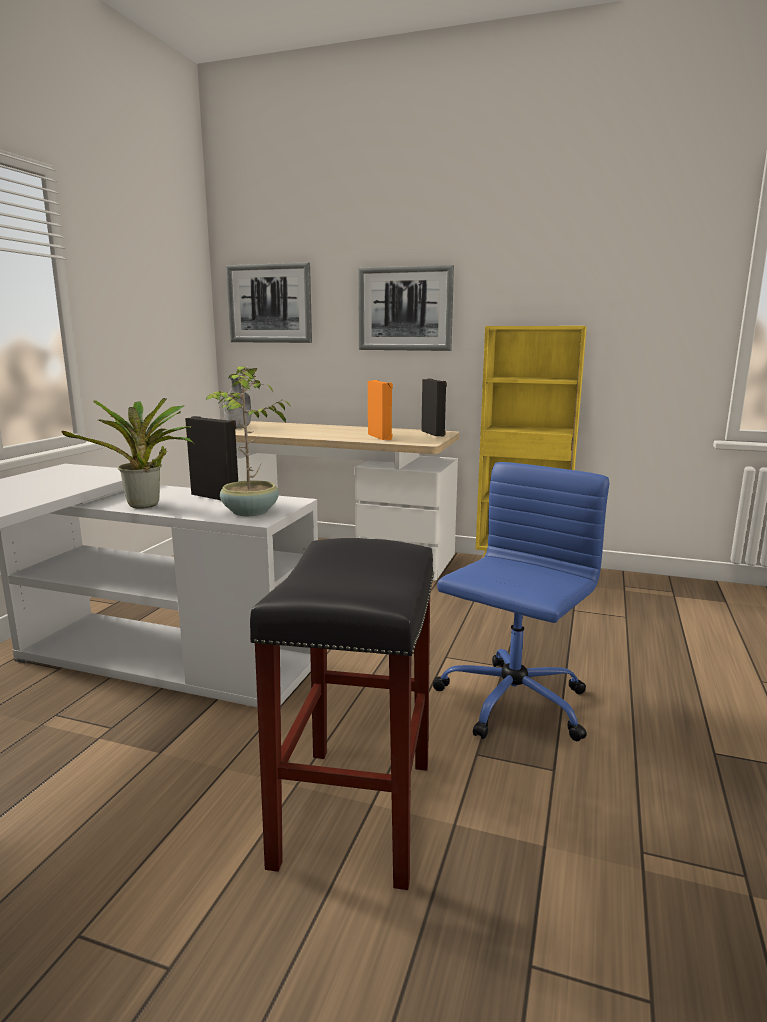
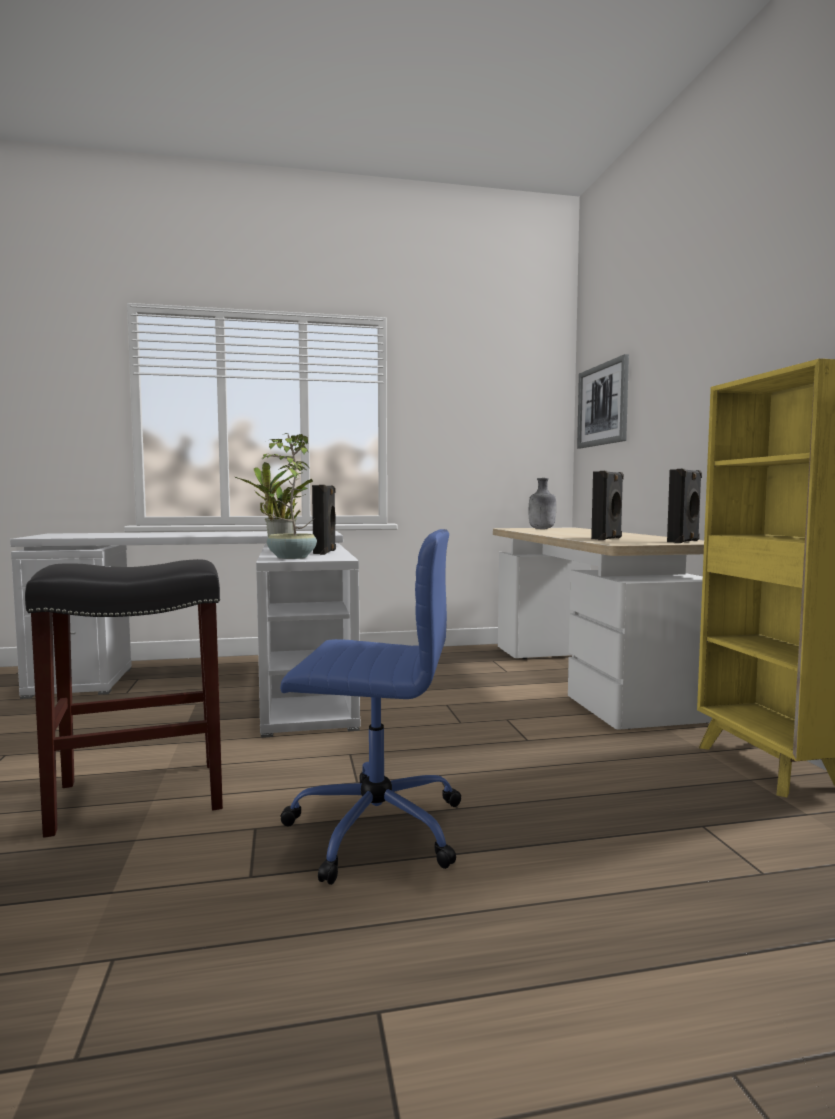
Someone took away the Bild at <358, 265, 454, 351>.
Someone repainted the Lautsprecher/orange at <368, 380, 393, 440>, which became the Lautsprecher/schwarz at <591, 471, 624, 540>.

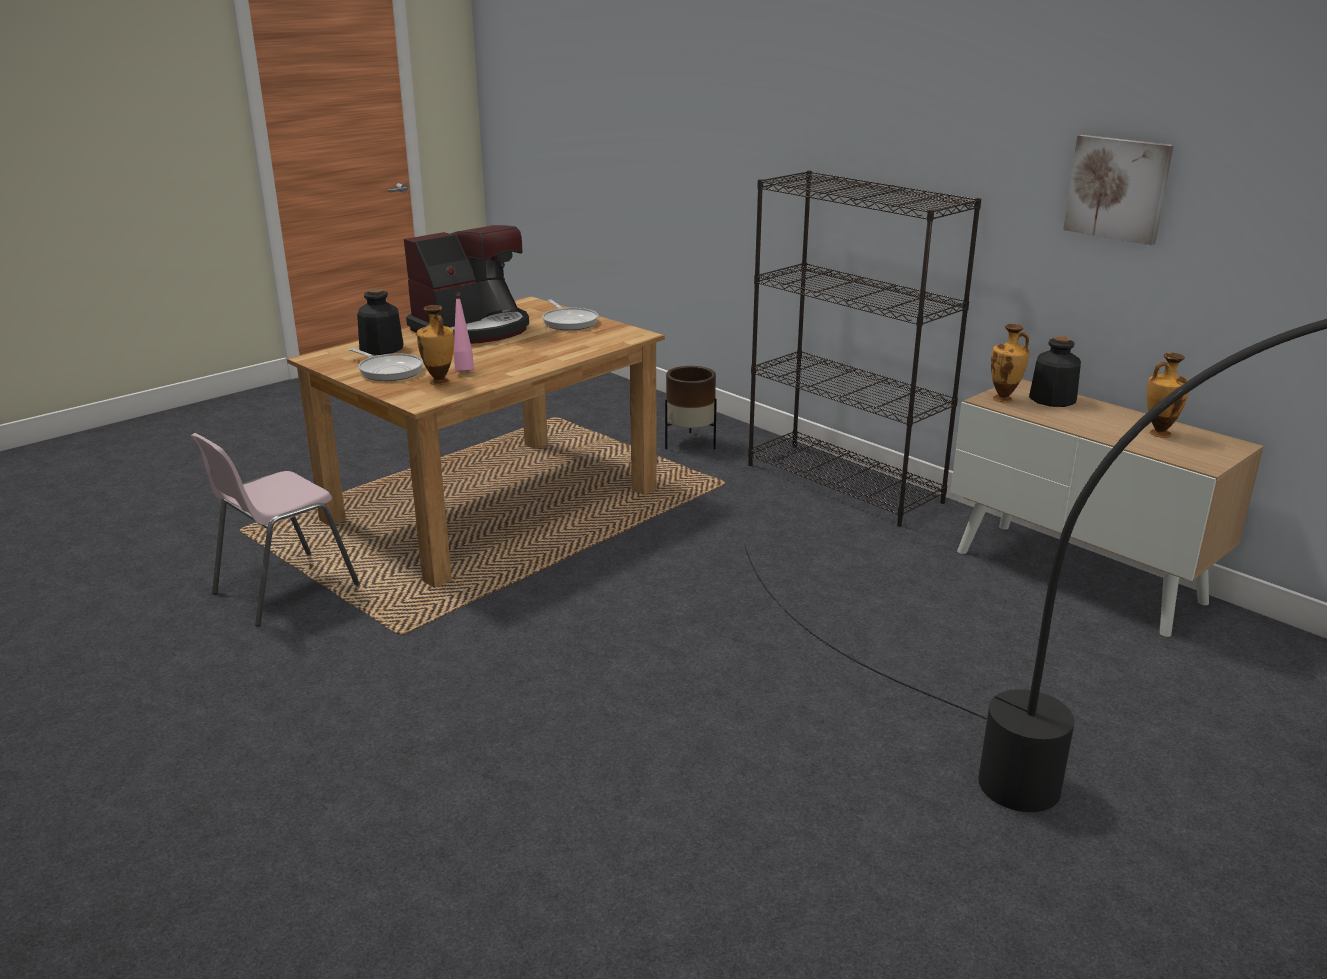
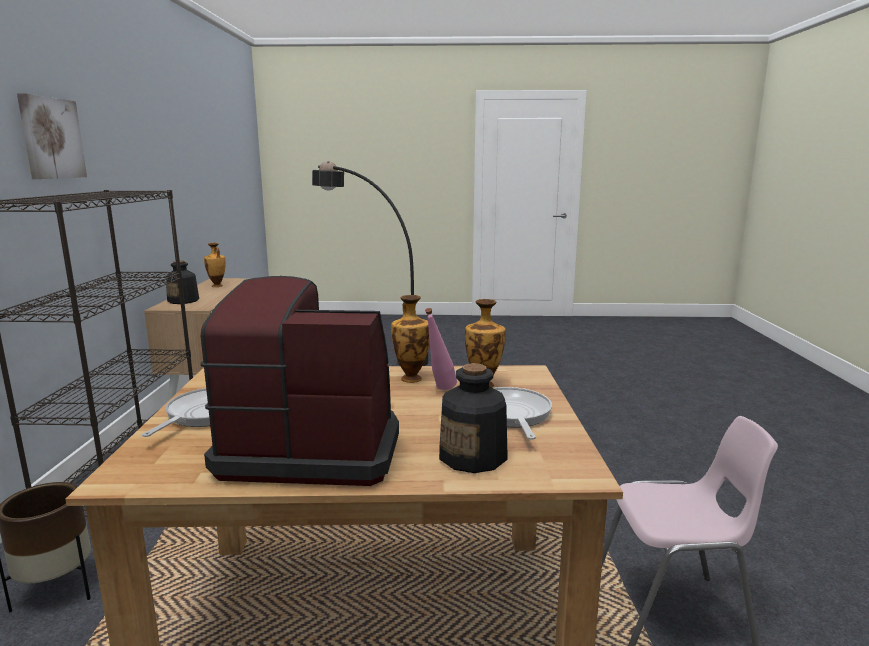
Someone carried the Vase from <991, 324, 1030, 402> to <391, 295, 430, 383>.
Someone carried the Bild from <1063, 135, 1174, 245> to <17, 93, 87, 179>.

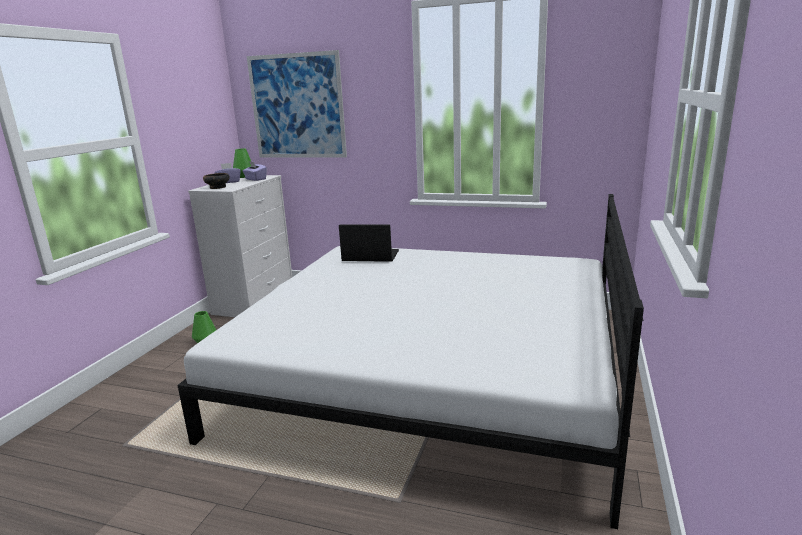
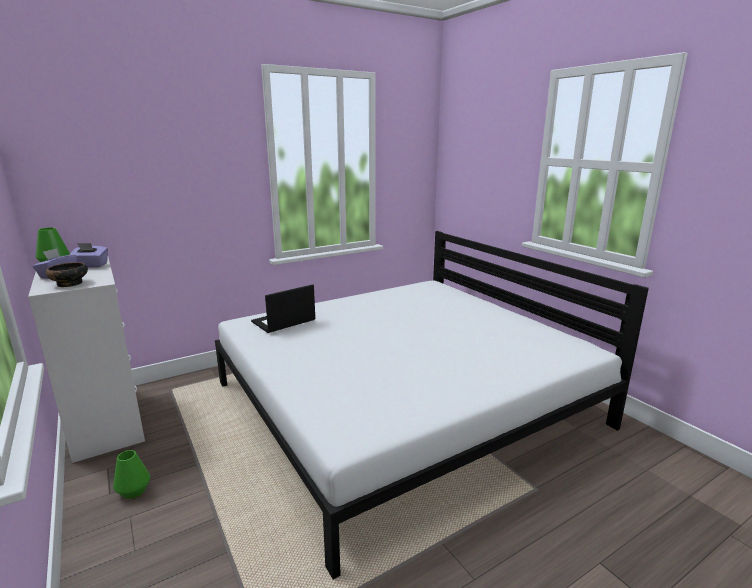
Someone took away the Bild at <247, 50, 347, 158>.

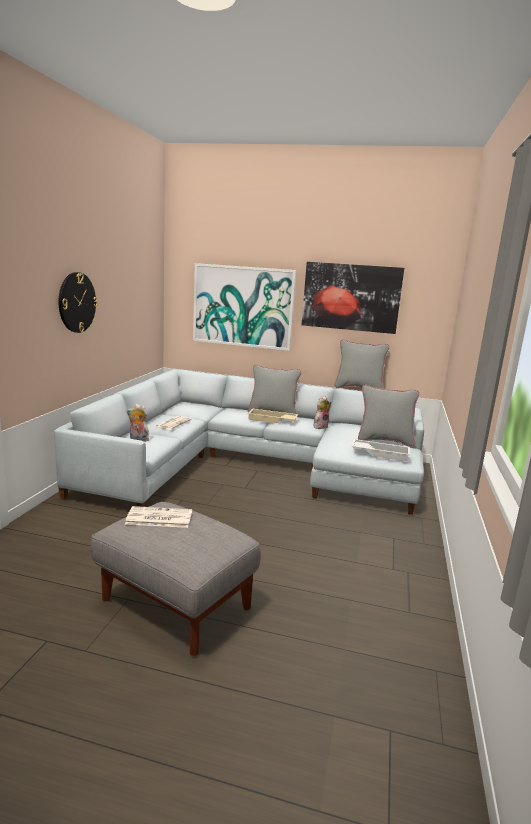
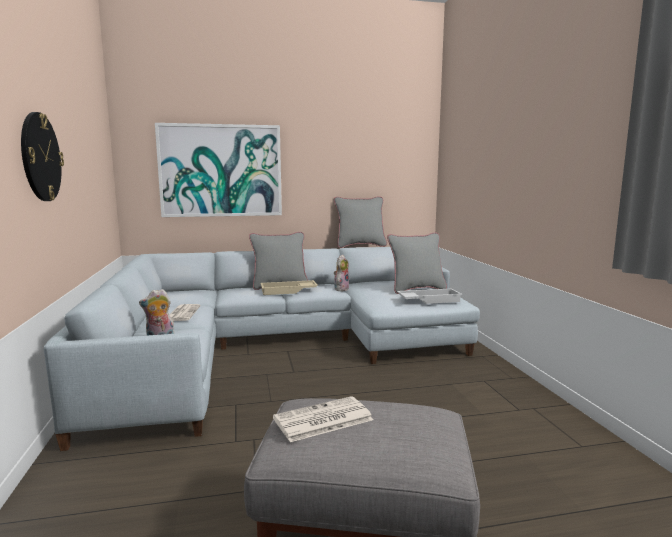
Someone took away the Bild at <301, 262, 404, 334>.

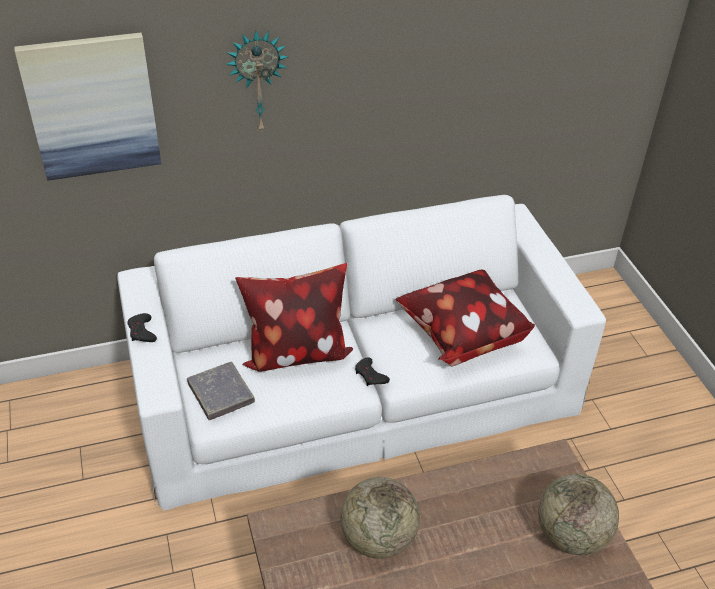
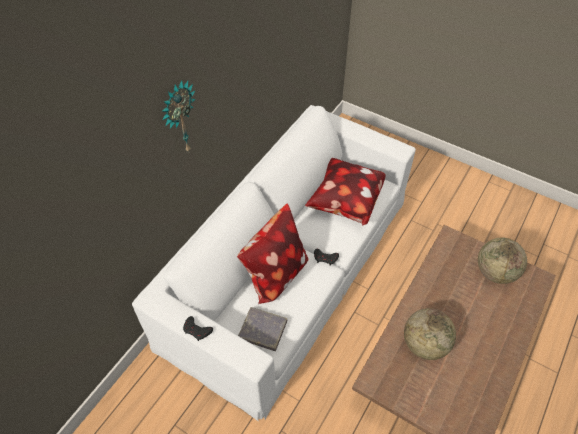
Someone took away the Bild at <14, 32, 161, 181>.

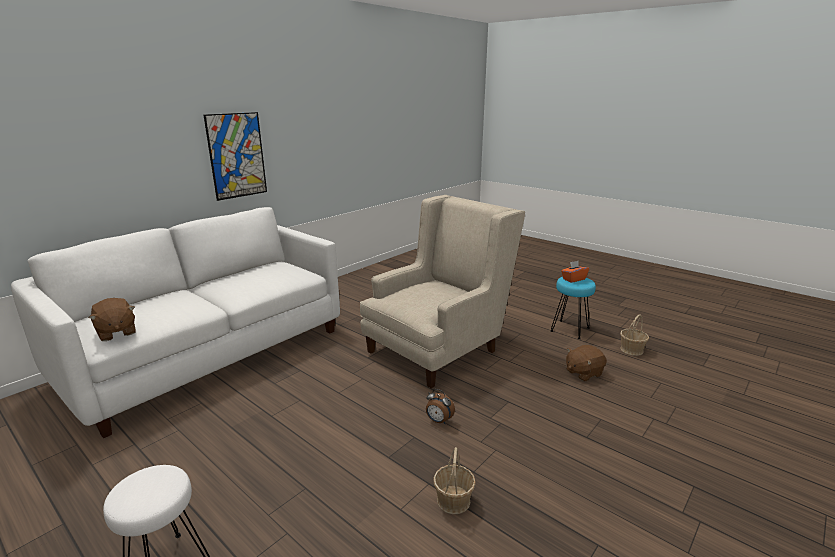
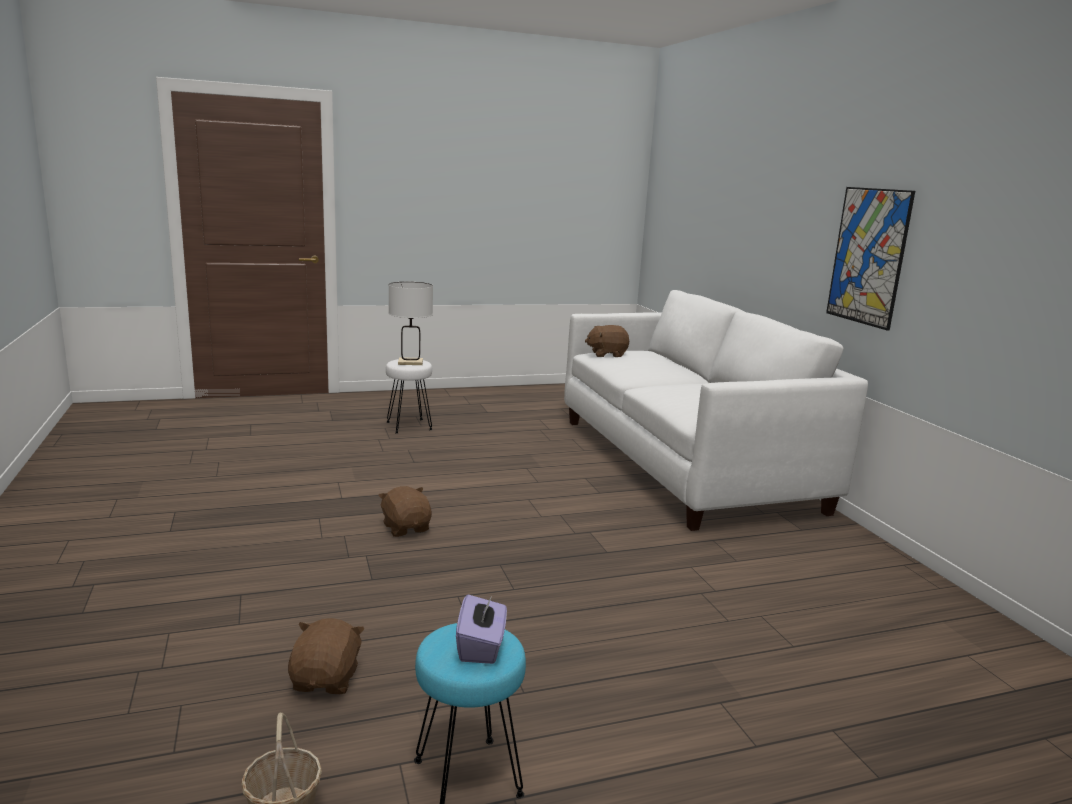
Someone took away the Sessel/beige at <360, 195, 525, 389>.
Someone took away the Korb at <433, 447, 476, 514>.
Someone put down the Tischlampe/weiß at <389, 282, 433, 365>.
Someone swapped the Wecker at <426, 389, 455, 424> for the Plüschtier/braun at <378, 486, 432, 537>.
Someone repainted the Taschentuchbox/orange at <561, 261, 589, 283>, which became the Taschentuchbox/lila at <456, 593, 507, 664>.

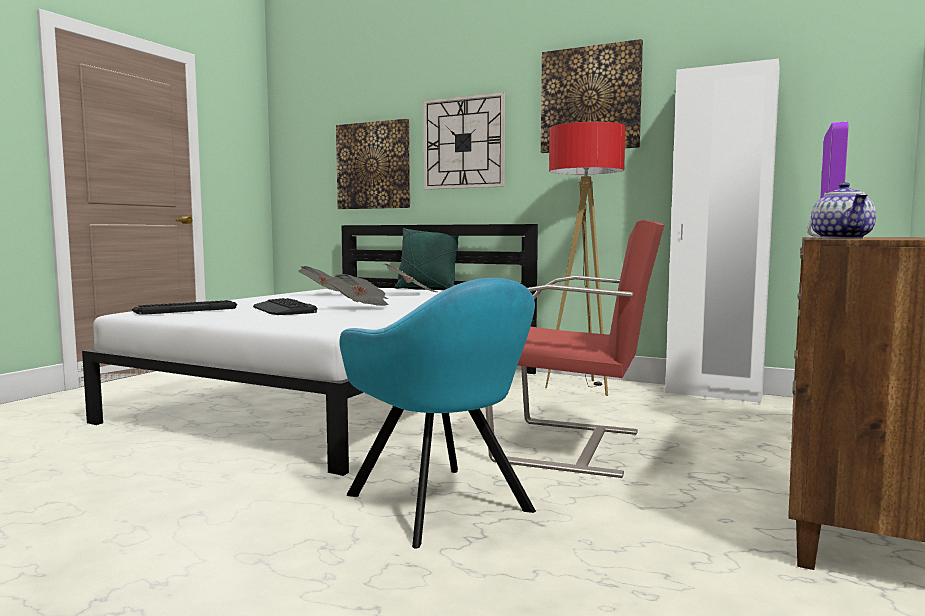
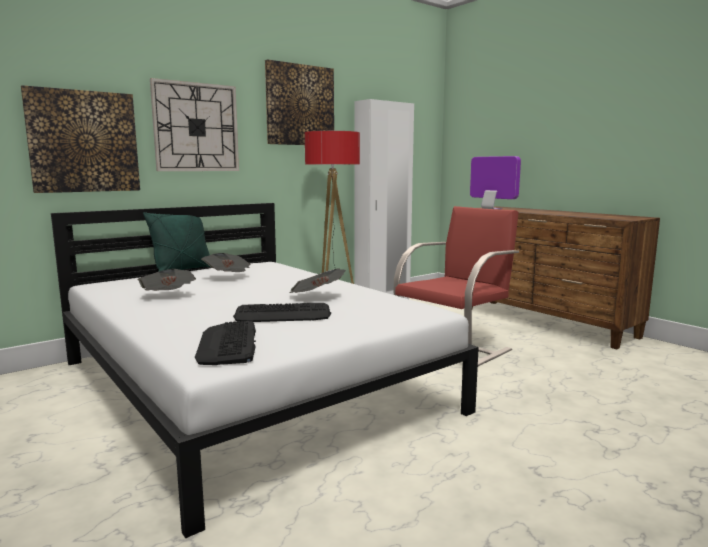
Someone took away the Sessel/türkis at <339, 278, 536, 549>.
Someone took away the Teekanne at <811, 182, 876, 239>.

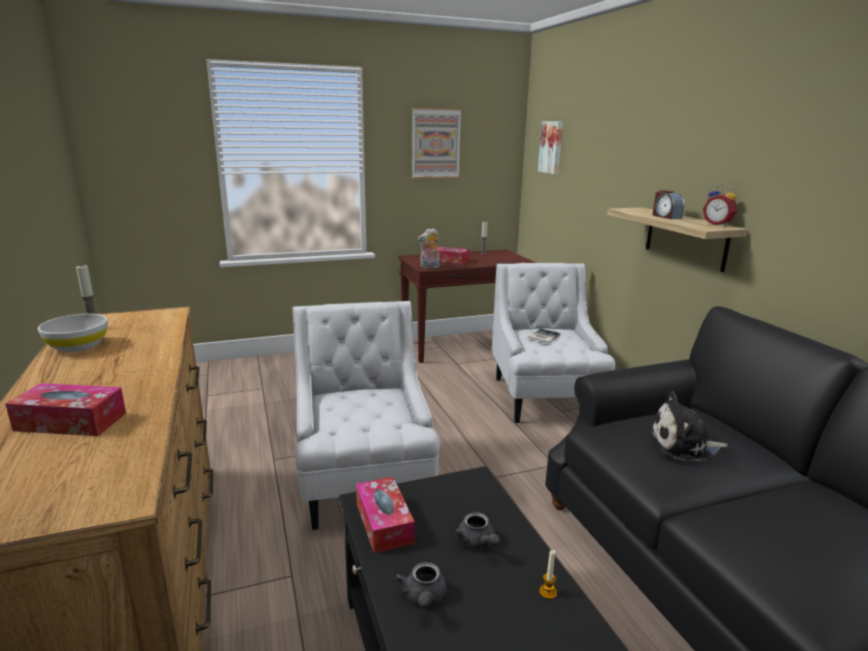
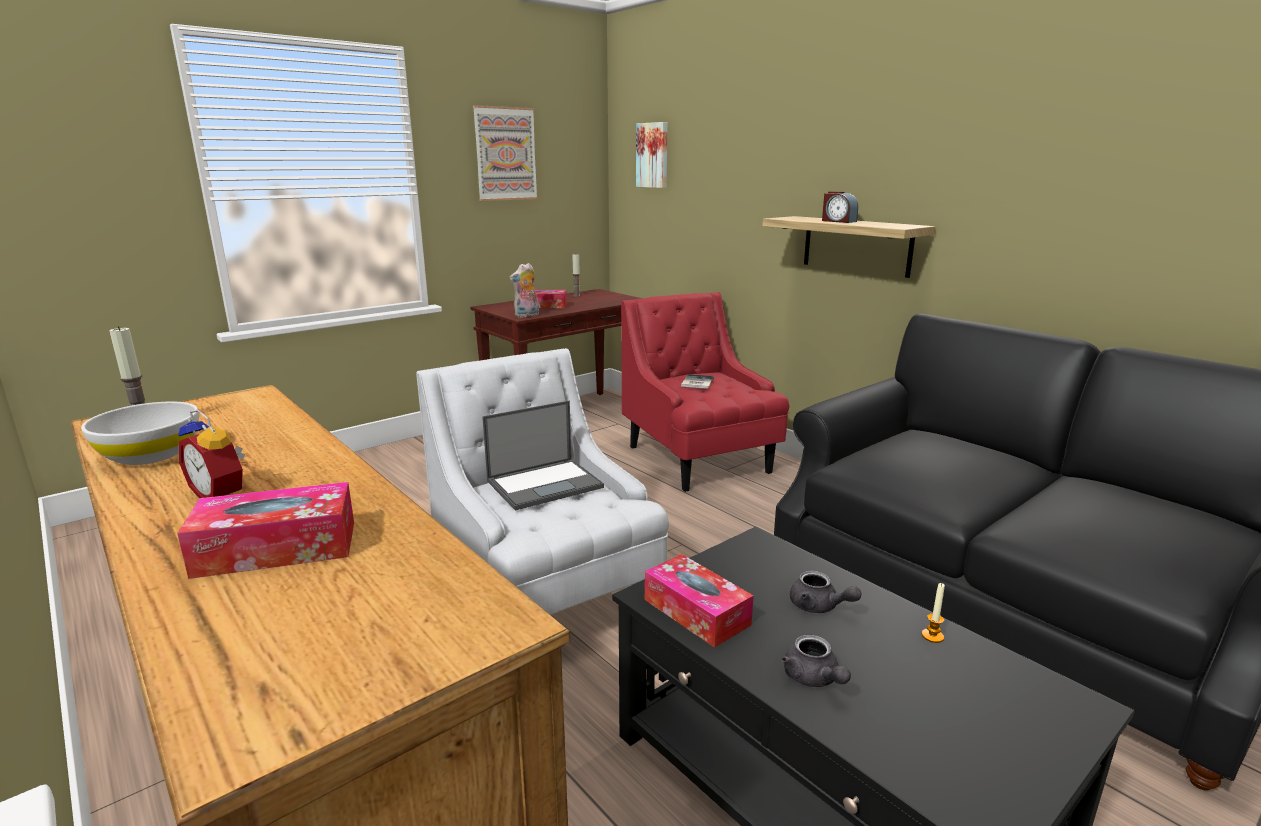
Someone took away the Plüschtier at <649, 391, 728, 461>.
Someone put down the Laptop at <482, 401, 604, 510>.
Someone carried the Wecker from <703, 184, 737, 226> to <178, 410, 245, 498>.
Someone repainted the Sessel/weiß at <492, 263, 615, 423>, which became the Sessel/rot at <621, 292, 789, 492>.

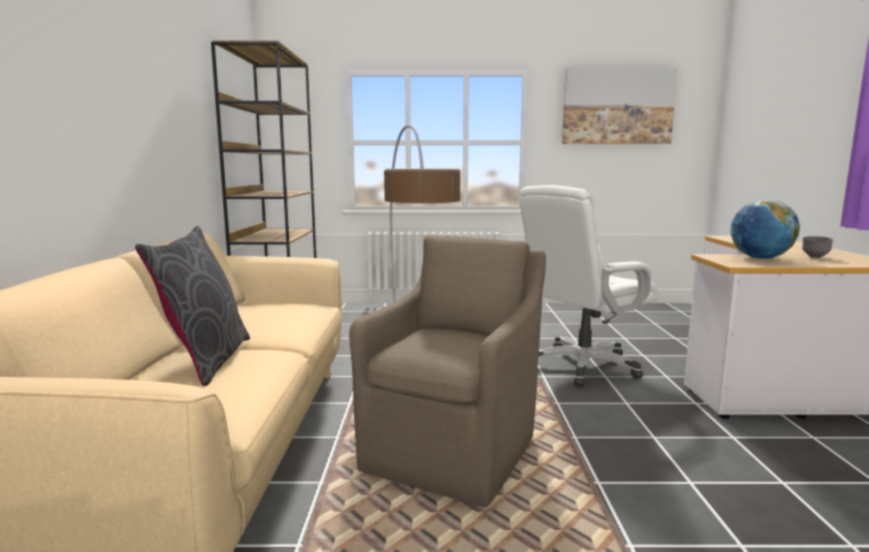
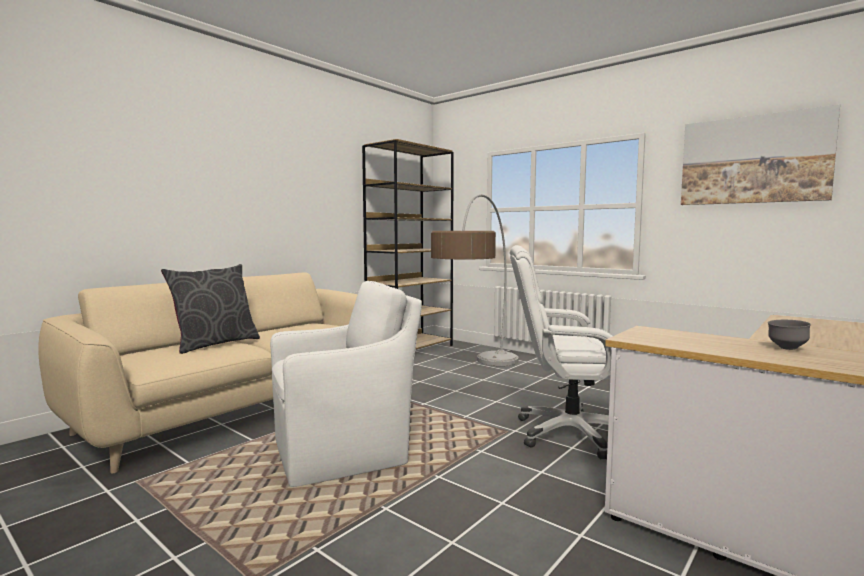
Someone took away the Globus at <730, 199, 800, 259>.
Someone repainted the Sessel/braun at <349, 235, 546, 507>, which became the Sessel/weiß at <270, 281, 422, 487>.

